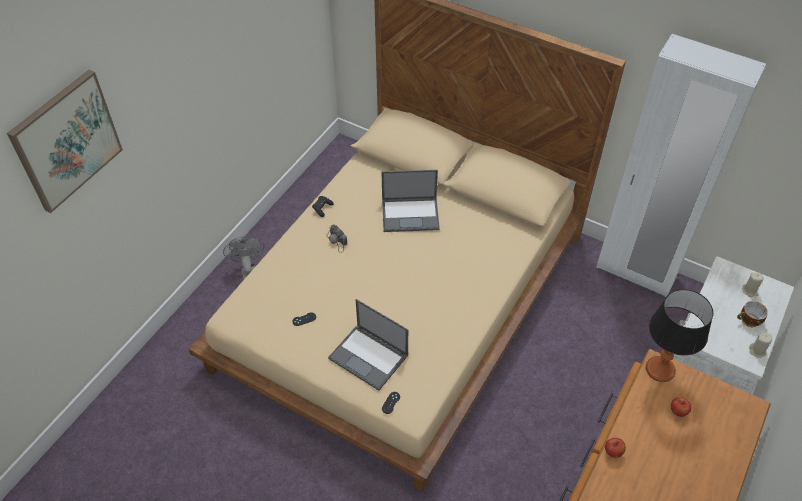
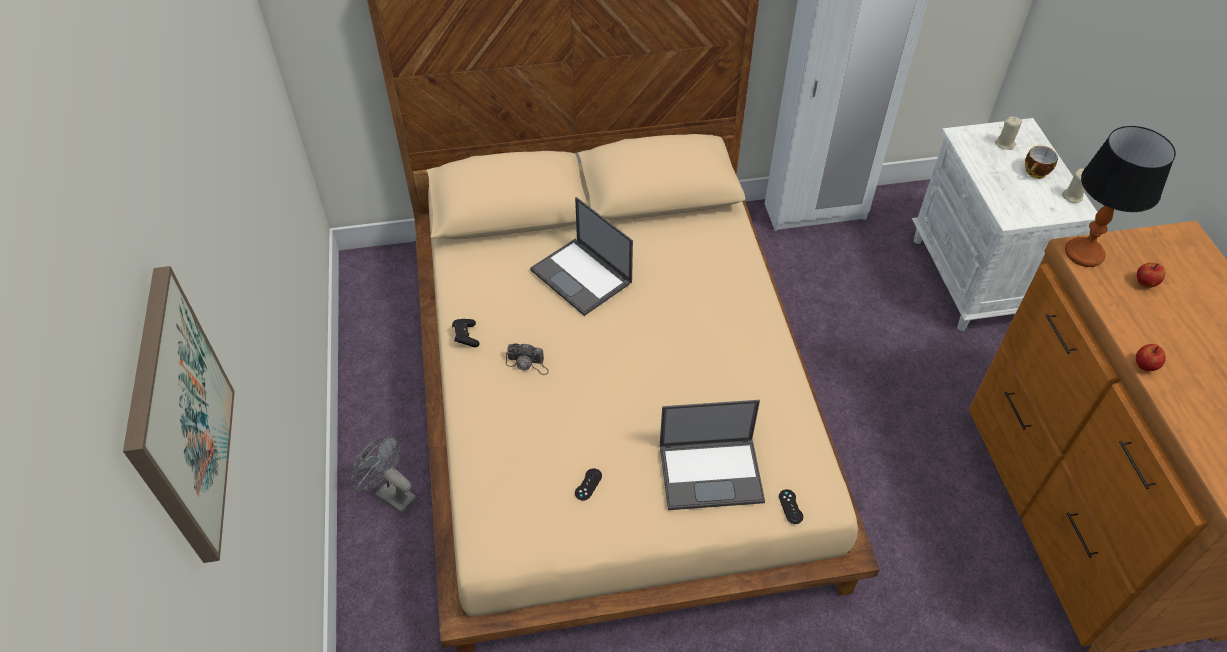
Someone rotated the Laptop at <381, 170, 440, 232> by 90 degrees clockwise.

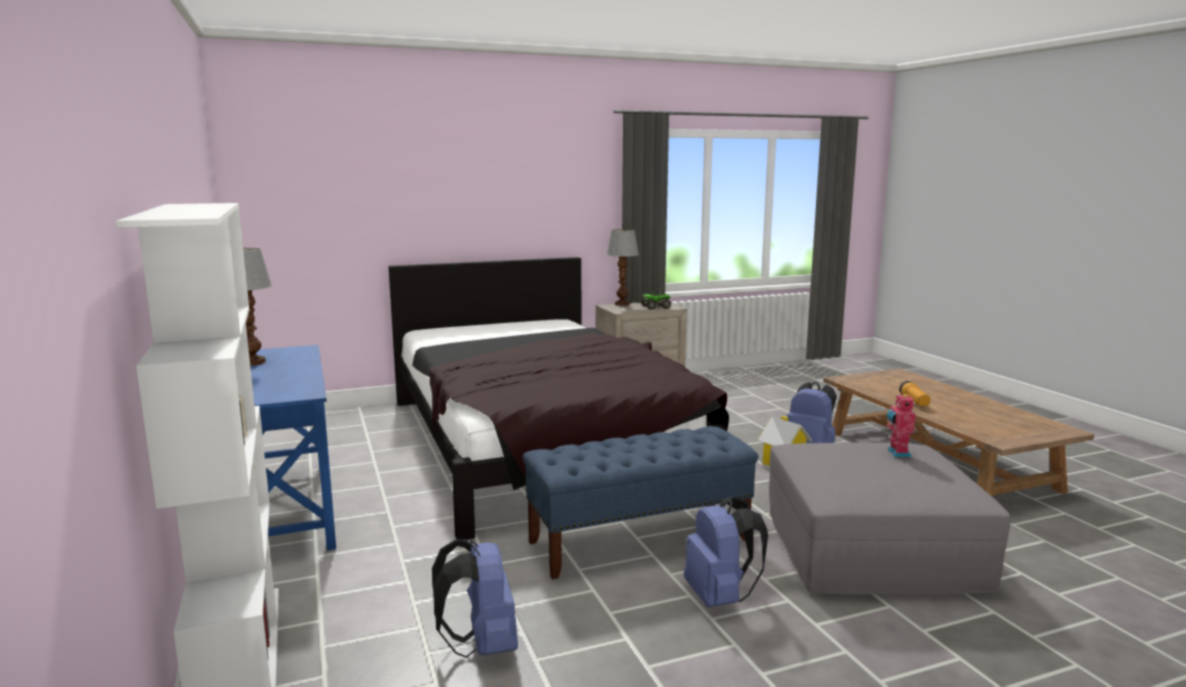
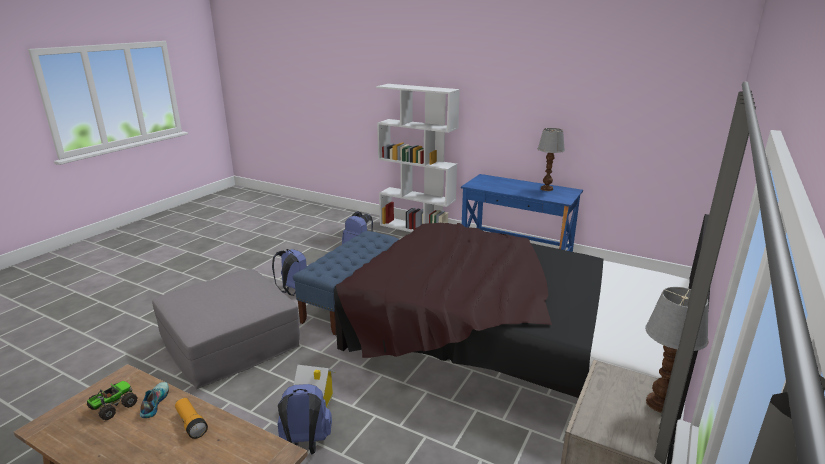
Someone took away the Spielzeugroboter at <886, 393, 916, 457>.
Someone put down the Schuh at <140, 382, 169, 418>.
Someone carried the Spielzeuglaster from <641, 288, 671, 310> to <87, 381, 137, 421>.

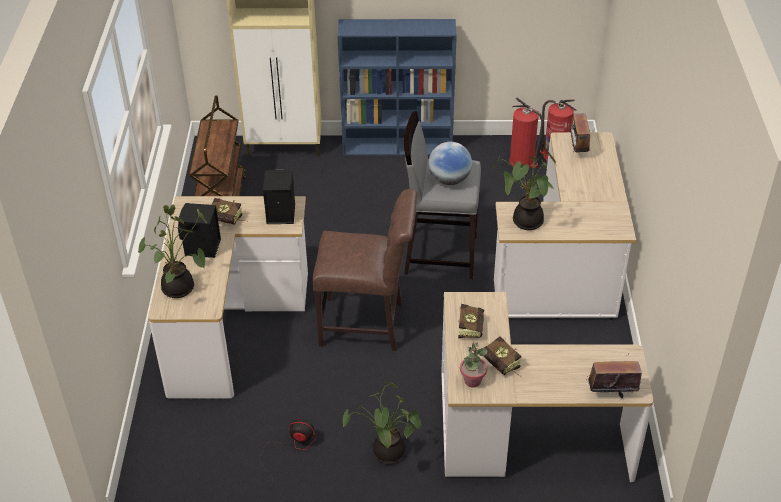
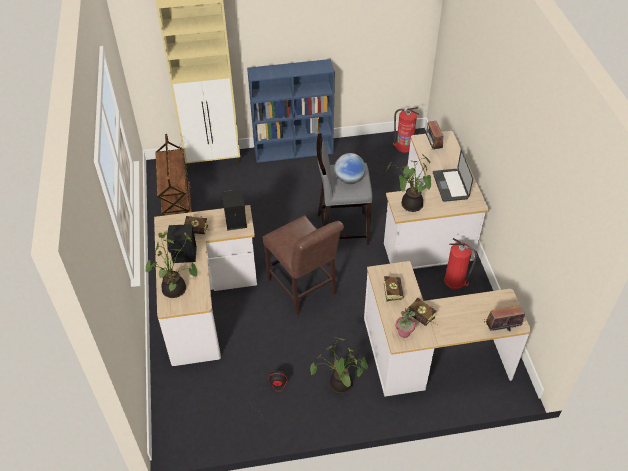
Someone put down the Laptop at <433, 150, 473, 202>.
Someone carried the Feuerlöscher from <510, 97, 544, 168> to <444, 238, 477, 289>.
Someone rotated the Stuhl/braun at <313, 189, 417, 351> by 60 degrees clockwise.

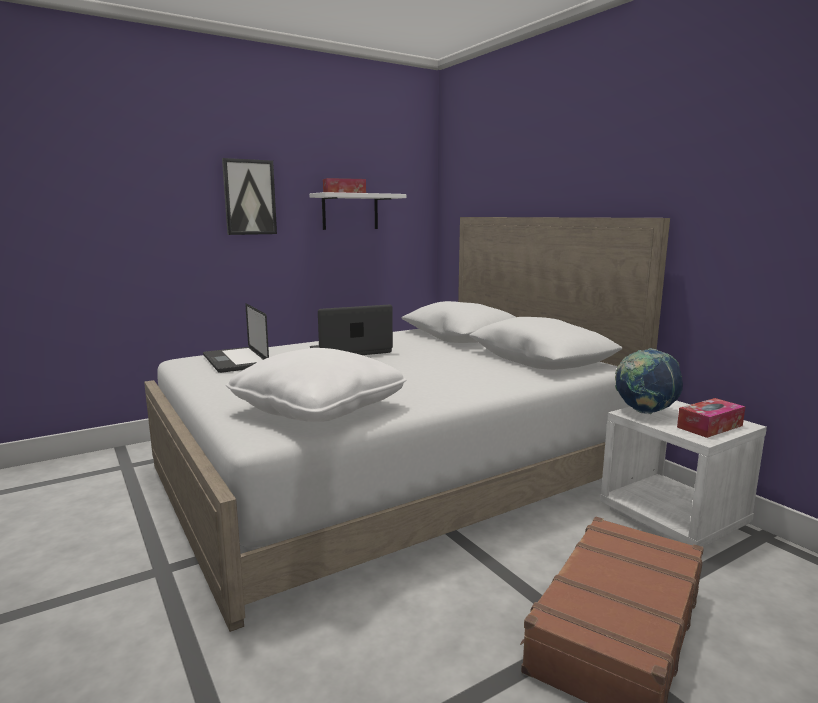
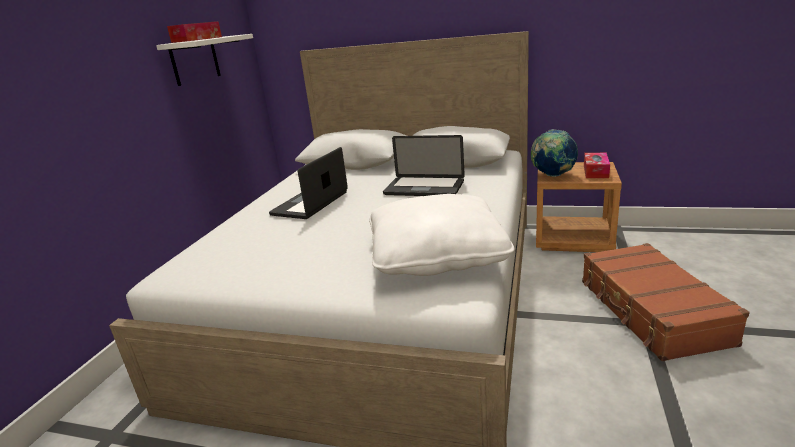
Someone took away the Bild at <222, 158, 277, 235>.
Someone carried the Laptop from <203, 303, 269, 373> to <383, 135, 465, 196>.
Someone repainted the Nachttisch/weiß at <600, 400, 767, 547>, which became the Nachttisch/braun at <536, 162, 622, 252>.

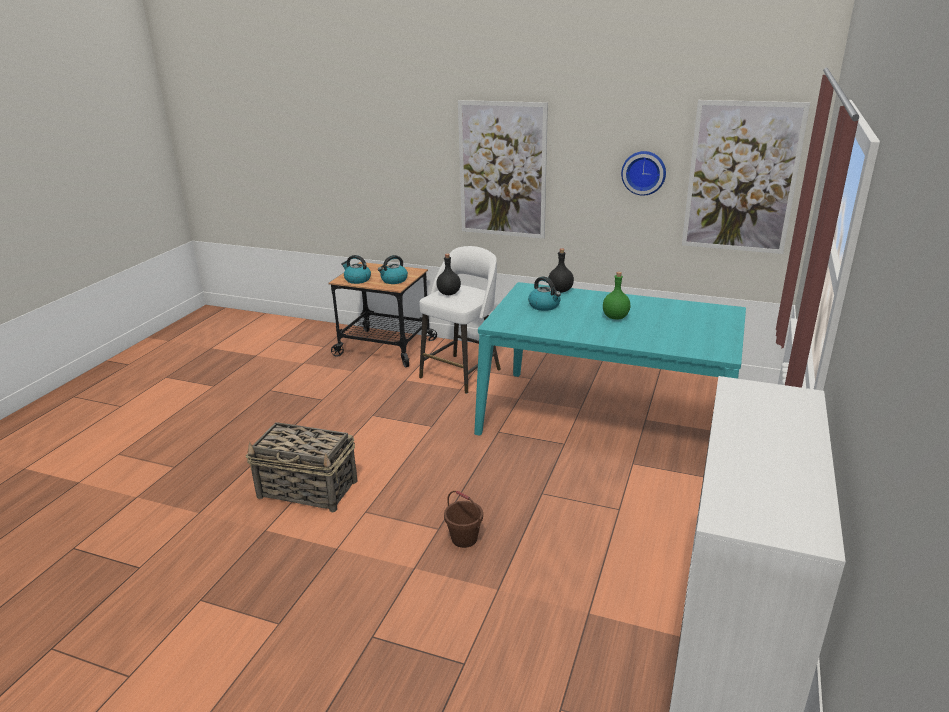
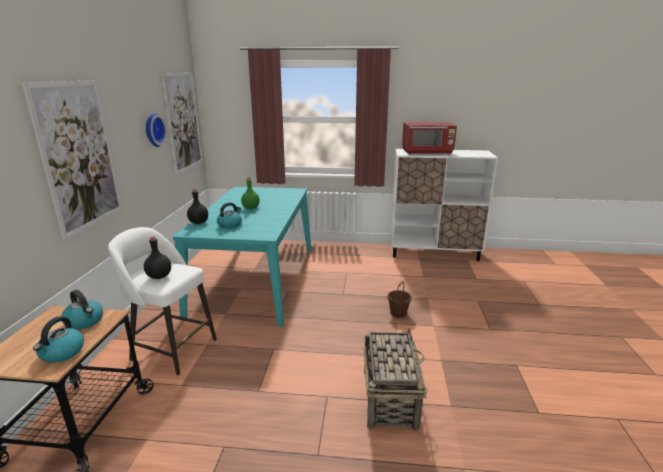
Someone put down the Mikrowelle/rot at <402, 122, 457, 154>.

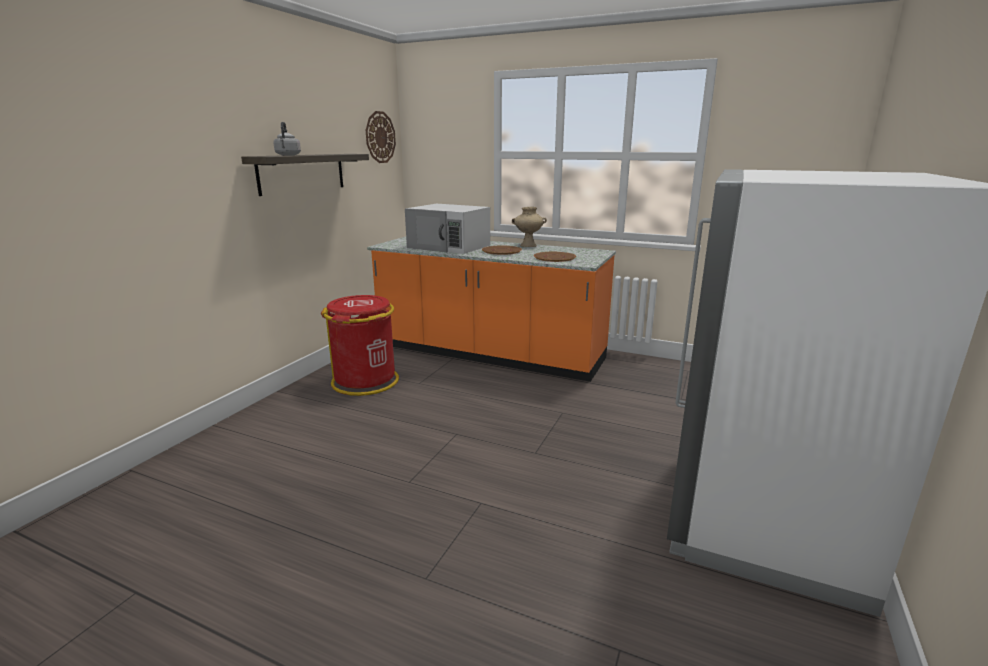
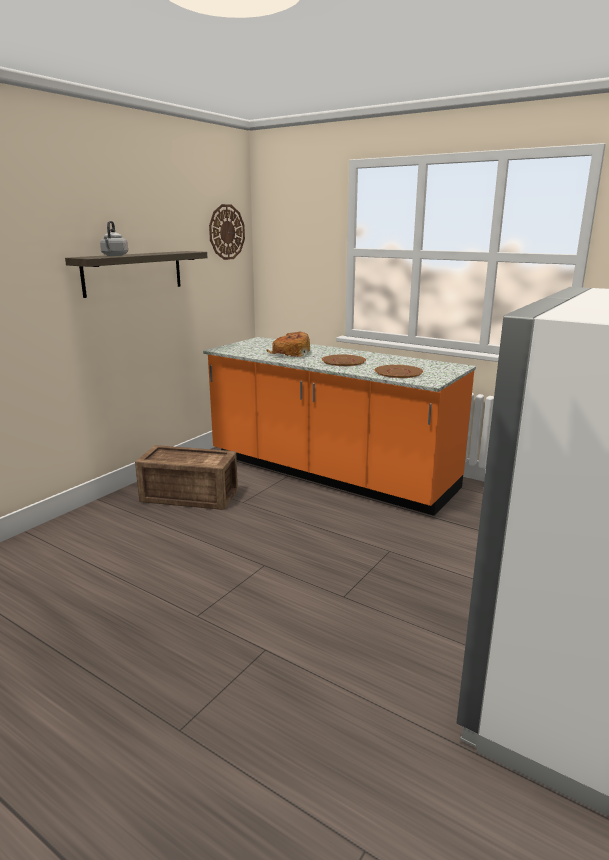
Someone took away the Vase/beige at <512, 207, 547, 247>.
Someone swapped the Mülleimer/rot at <321, 295, 399, 396> for the Kiste at <135, 445, 238, 510>.
Someone swapped the Mikrowelle/weiß at <405, 204, 490, 254> for the Brot at <266, 332, 310, 357>.

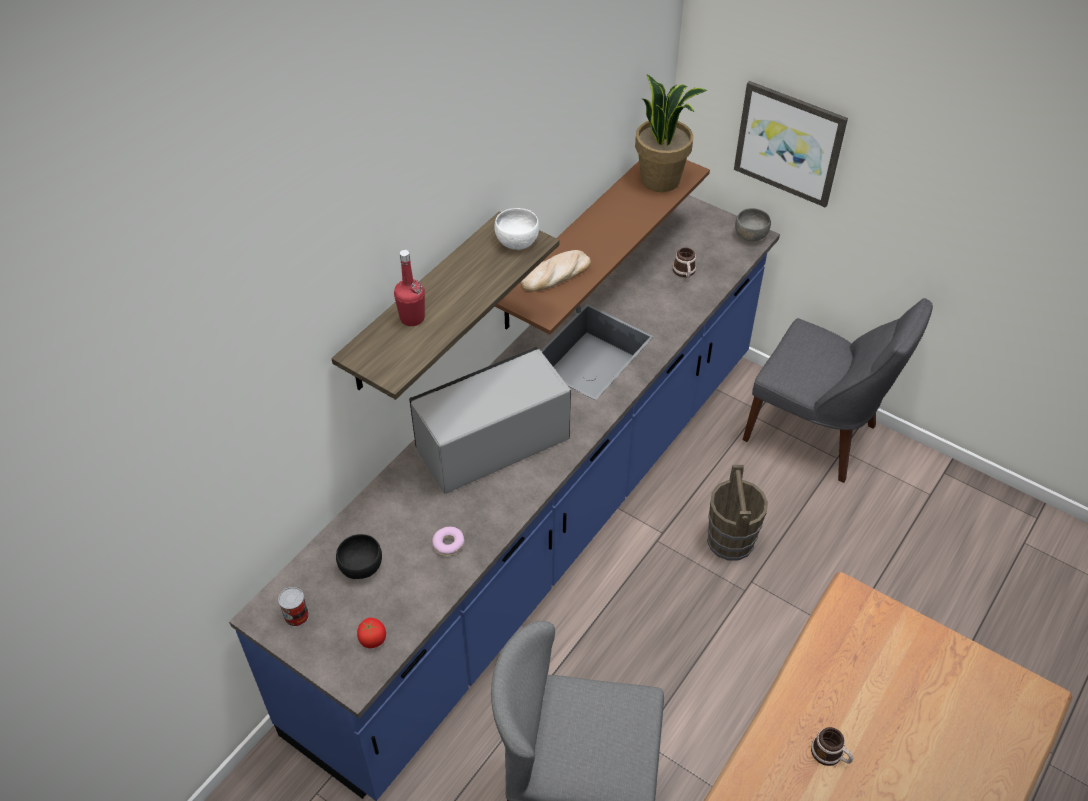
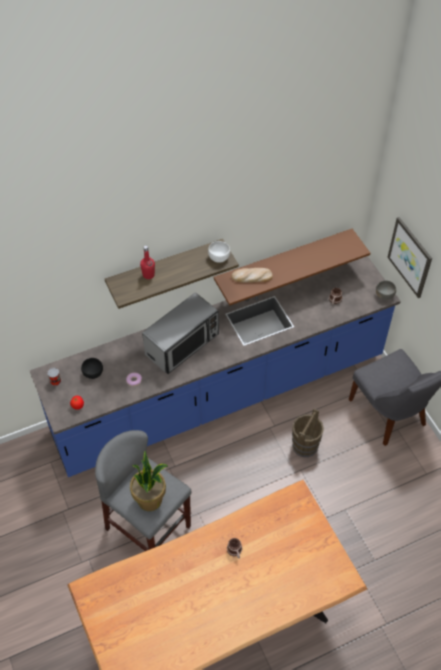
Someone carried the Topfpflanze from <635, 75, 707, 192> to <130, 451, 168, 511>.
Someone rotated the Mikrowelle at <409, 347, 571, 494> by 135 degrees clockwise.

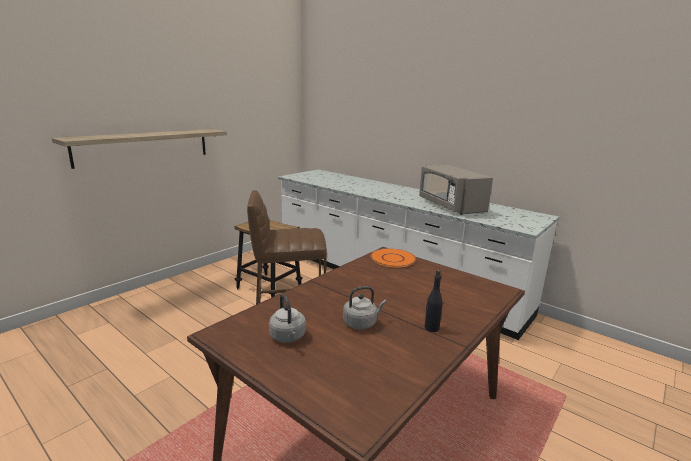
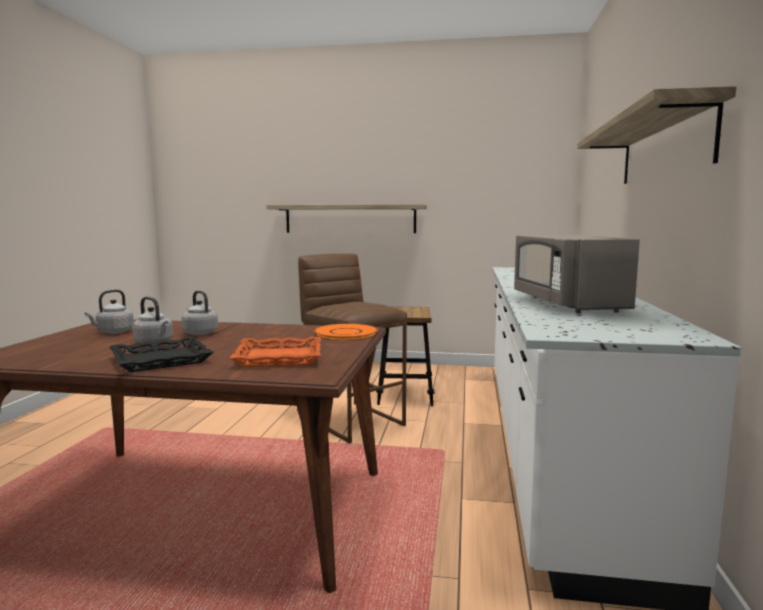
Someone put down the Wasserkessel/grau at <182, 291, 218, 335>.
Someone put down the Tablett/orange at <230, 337, 321, 367>.
Someone put up the Wandregal at <577, 86, 736, 184>.
Someone swapped the Flasche/schwarz at <425, 270, 442, 332> for the Tablett/schwarz at <109, 336, 214, 372>.
Someone rotated the Mikrowelle/grau at <419, 164, 493, 215> by 45 degrees counterclockwise.

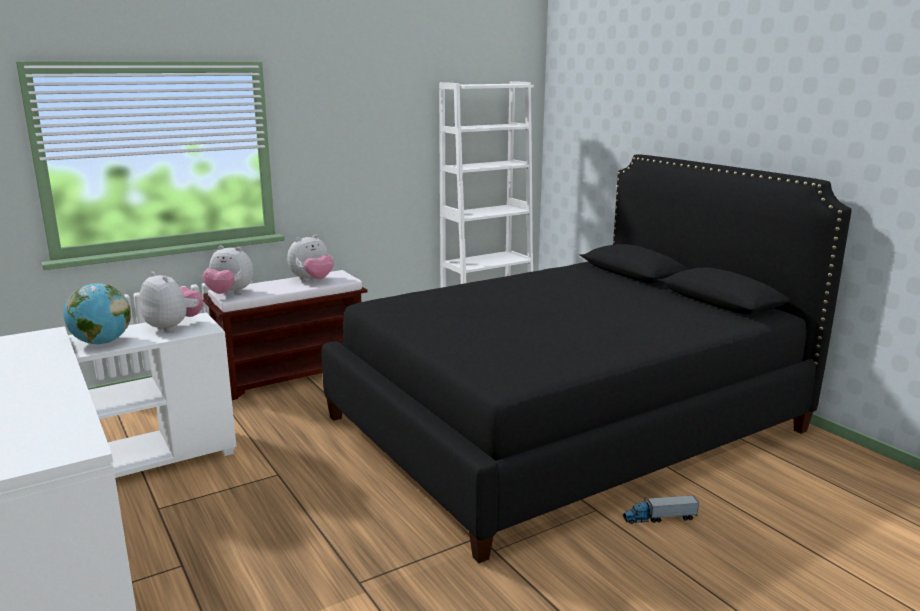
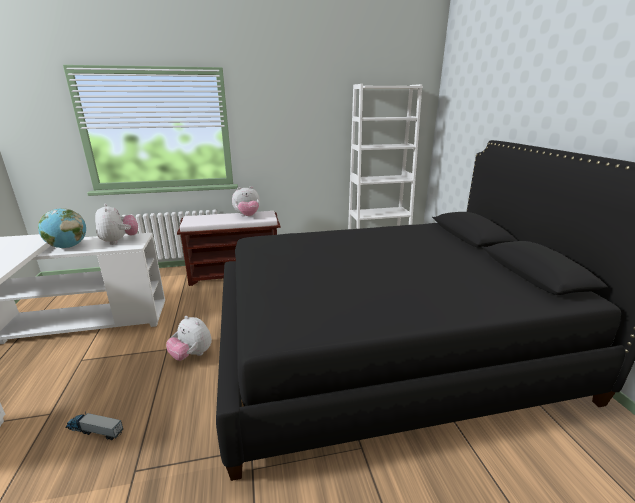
Someone carried the Plüschtier from <203, 246, 254, 294> to <166, 316, 212, 361>.
Someone carried the Spielzeuglaster from <623, 495, 699, 524> to <66, 412, 124, 440>.

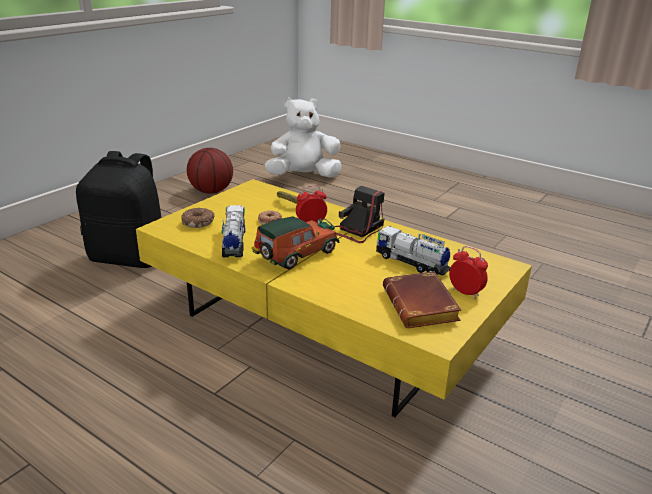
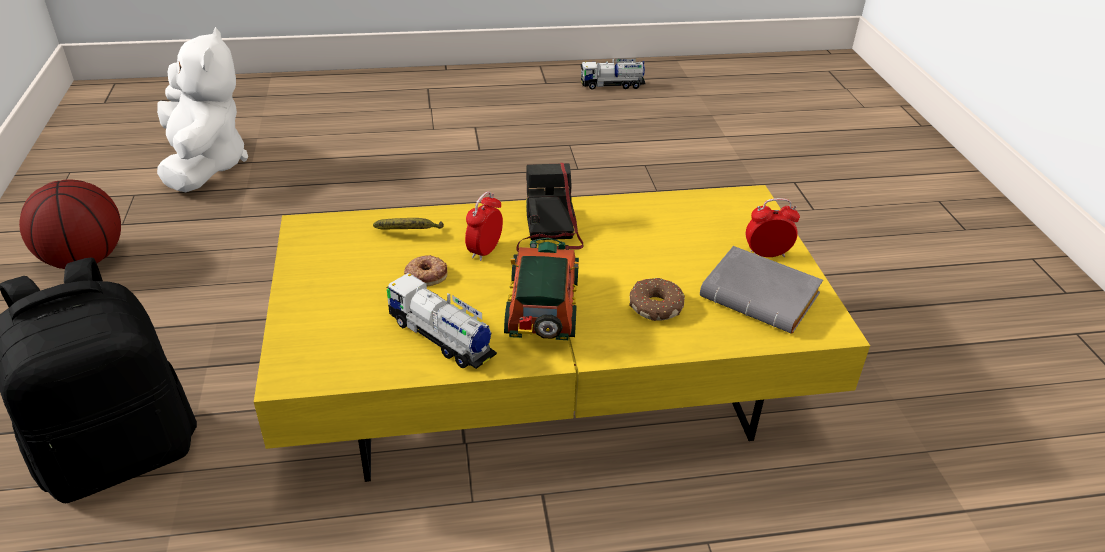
Someone carried the Donut from <181, 207, 215, 228> to <630, 277, 685, 321>.
Someone carried the Spielzeuglaster from <376, 226, 451, 276> to <581, 58, 646, 90>.
Someone repainted the Buch/braun at <383, 271, 462, 328>, which became the Buch/grau at <700, 246, 823, 334>.
Someone rotated the Plüschtier/weiß at <265, 97, 342, 178> by 135 degrees clockwise.

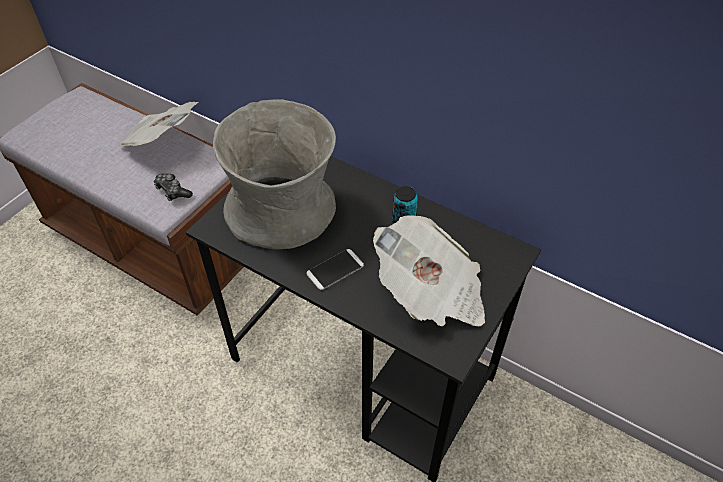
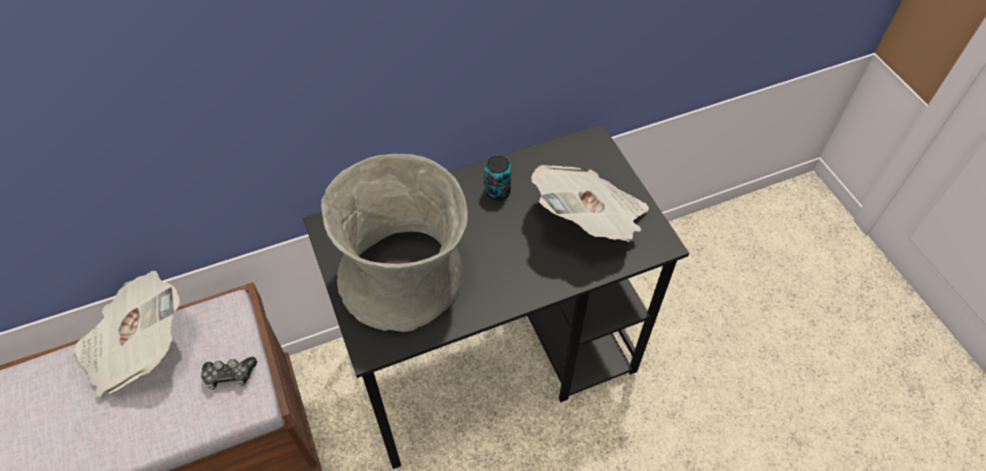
Someone took away the Handy at <306, 249, 364, 290>.

